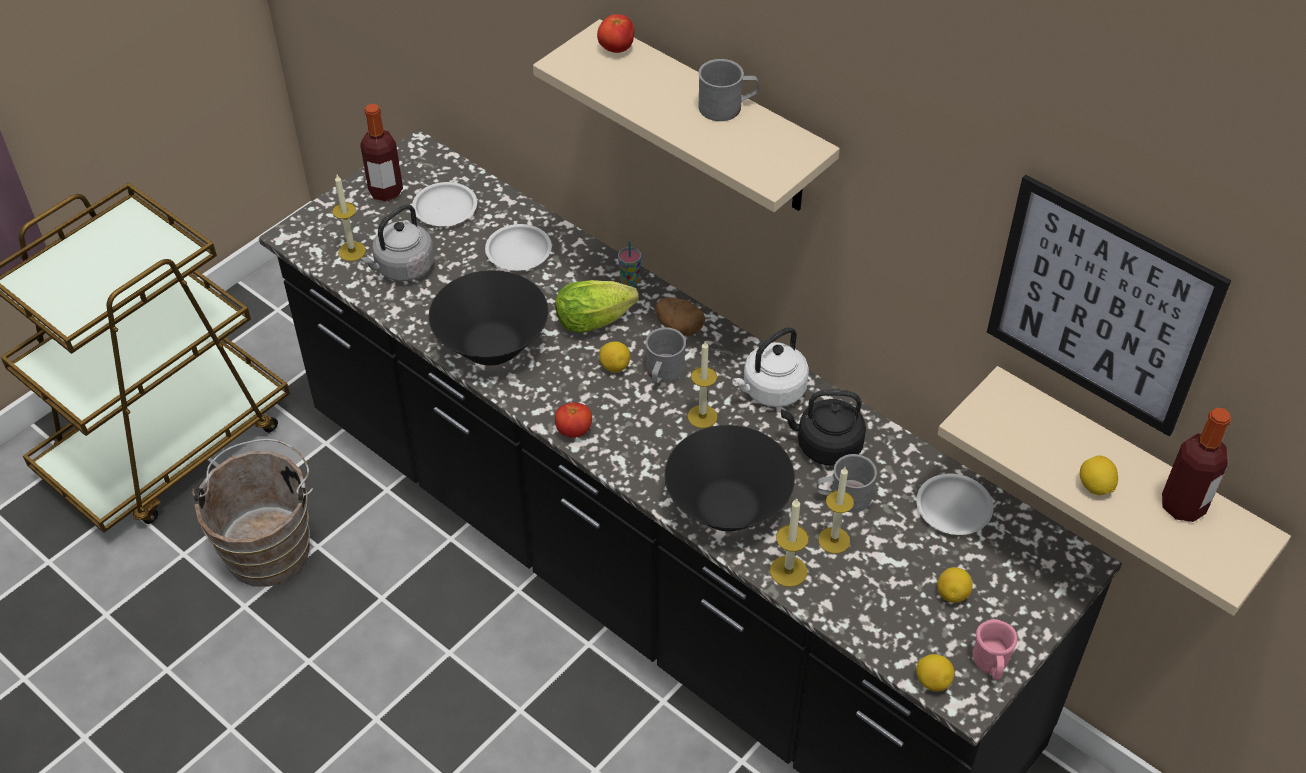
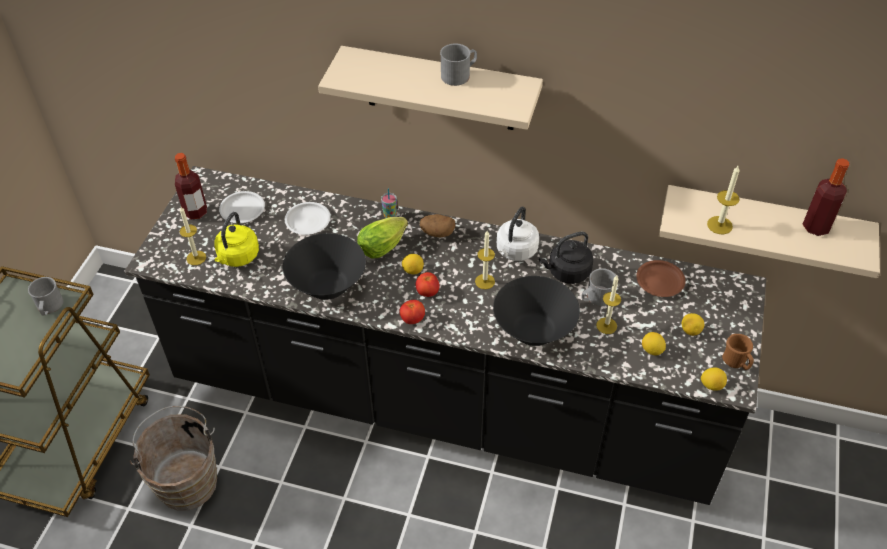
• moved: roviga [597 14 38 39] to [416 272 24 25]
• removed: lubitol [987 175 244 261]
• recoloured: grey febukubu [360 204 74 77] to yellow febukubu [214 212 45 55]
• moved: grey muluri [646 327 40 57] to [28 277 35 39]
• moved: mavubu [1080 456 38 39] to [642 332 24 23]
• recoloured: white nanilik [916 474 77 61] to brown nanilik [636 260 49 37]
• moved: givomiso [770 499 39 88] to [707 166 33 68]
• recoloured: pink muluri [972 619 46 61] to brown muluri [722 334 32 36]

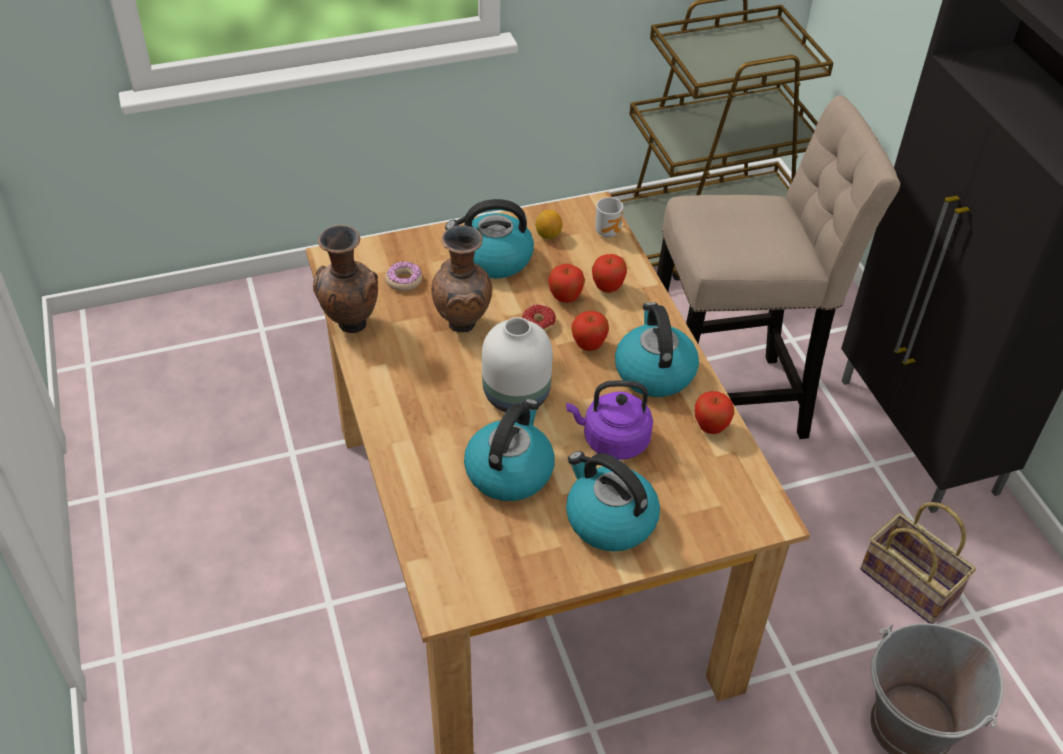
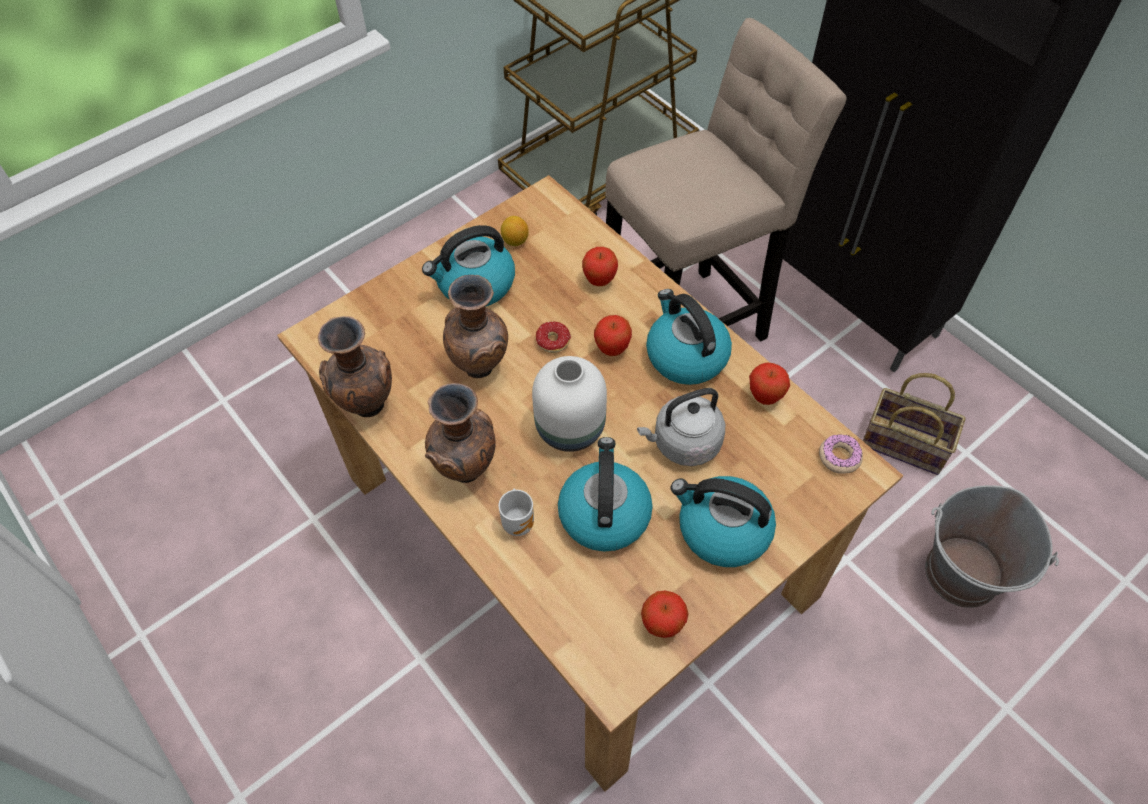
• moved: muluri [595 197 28 41] to [498 489 36 47]
• moved: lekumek [385 261 37 30] to [819 434 44 40]
• moved: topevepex [548 264 37 39] to [641 591 48 47]
• recoloured: purple febukubu [566 380 87 80] to grey febukubu [637 388 88 78]
• added: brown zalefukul [425 383 71 100]

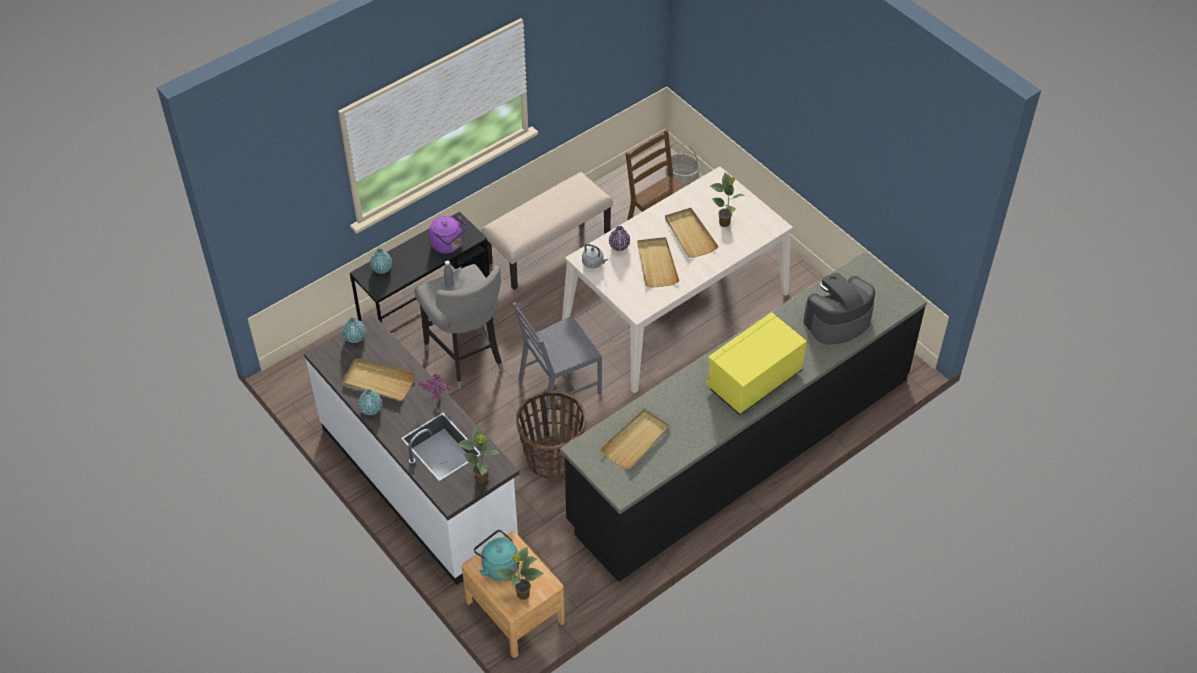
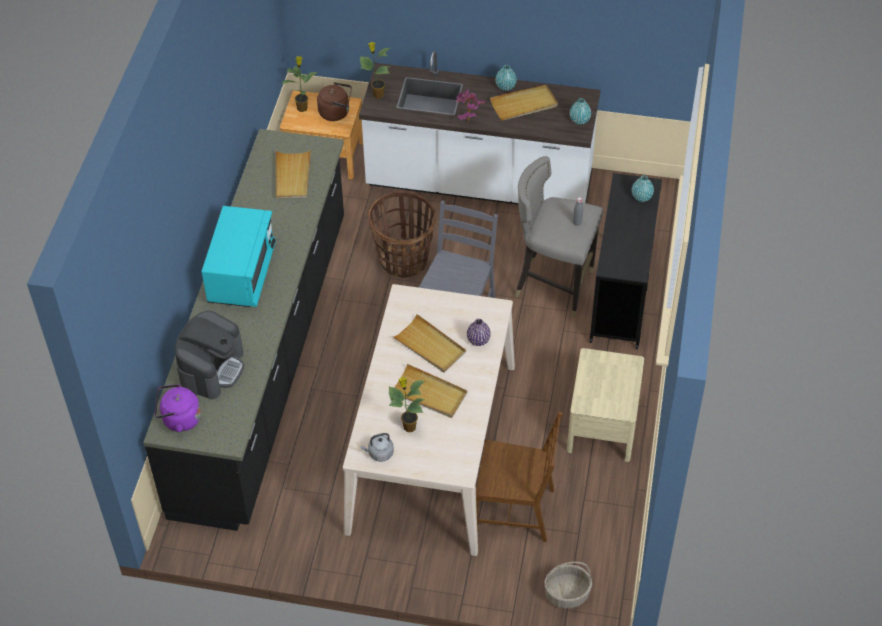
• replaced: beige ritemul [481 172 132 118] to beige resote [567 348 77 114]
• moved: purple febukubu [429 216 39 38] to [155 384 46 48]
• moved: grey febukubu [582 244 26 24] to [360 433 34 29]
• recoloured: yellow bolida [706 312 101 103] to turquoise bolida [201 206 75 101]
• recoloured: turquoise febukubu [474 530 44 50] to brown febukubu [317 82 35 39]

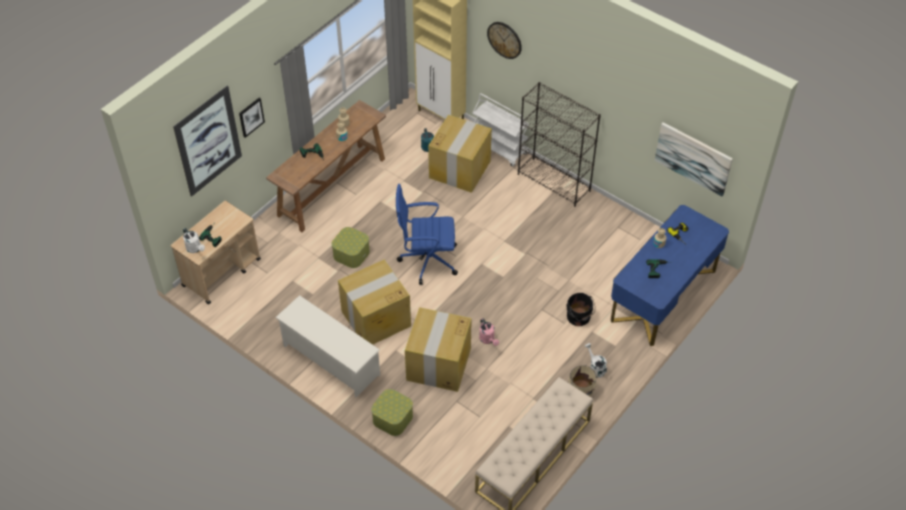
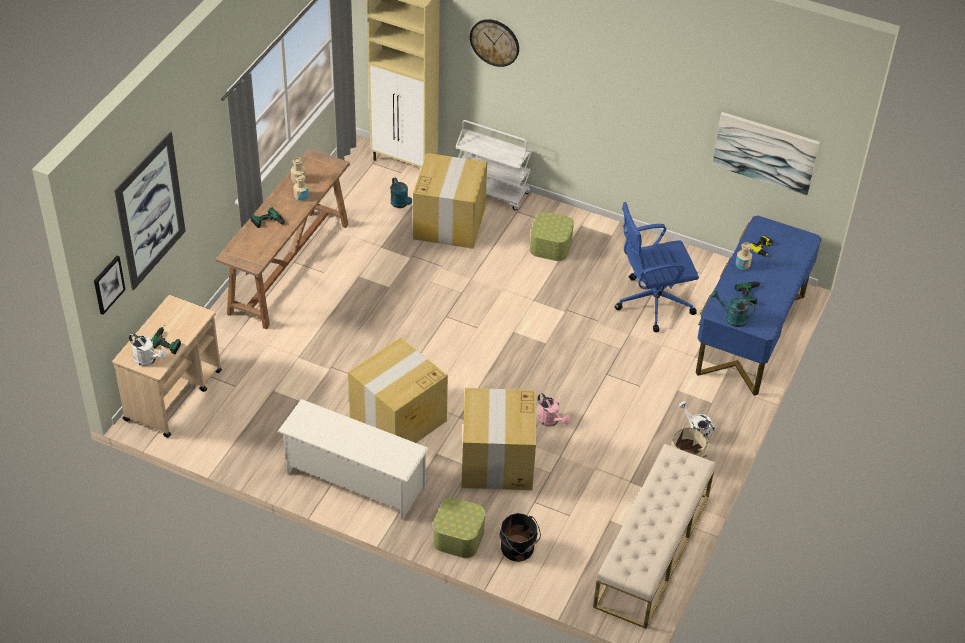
• removed: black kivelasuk [518 82 83 125]
• moved: lubitol [239 98 26 40] to [94 256 32 59]
• moved: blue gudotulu [396 184 62 101] to [615 202 84 130]
• moved: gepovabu [332 227 38 41] to [530 212 44 49]
• moved: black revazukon [566 293 29 33] to [499 513 42 49]
• added: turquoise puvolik [711 290 44 37]

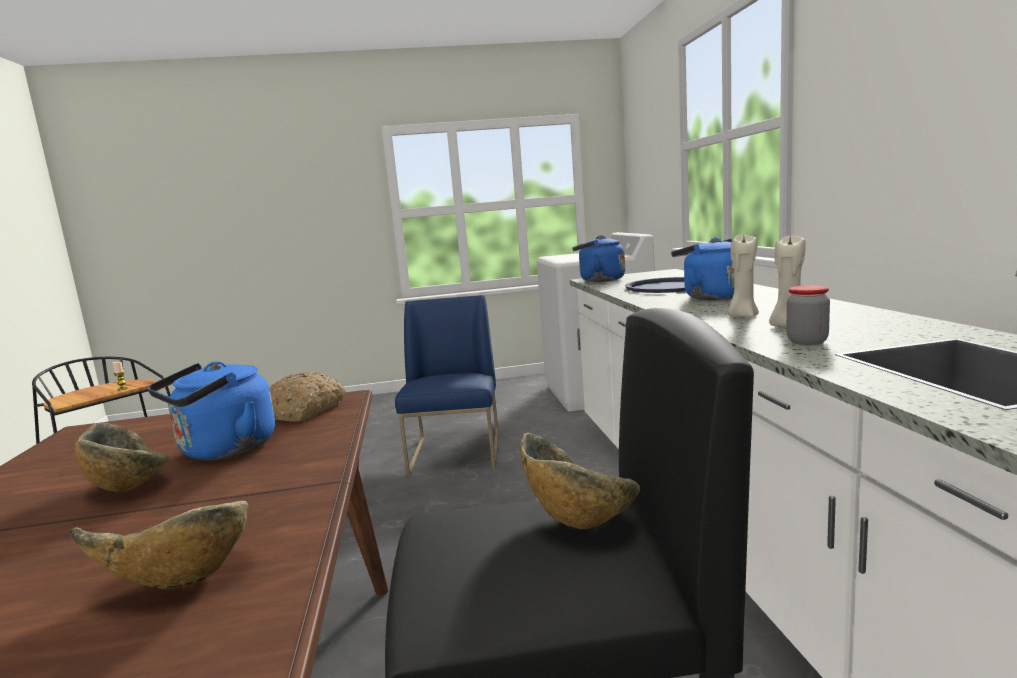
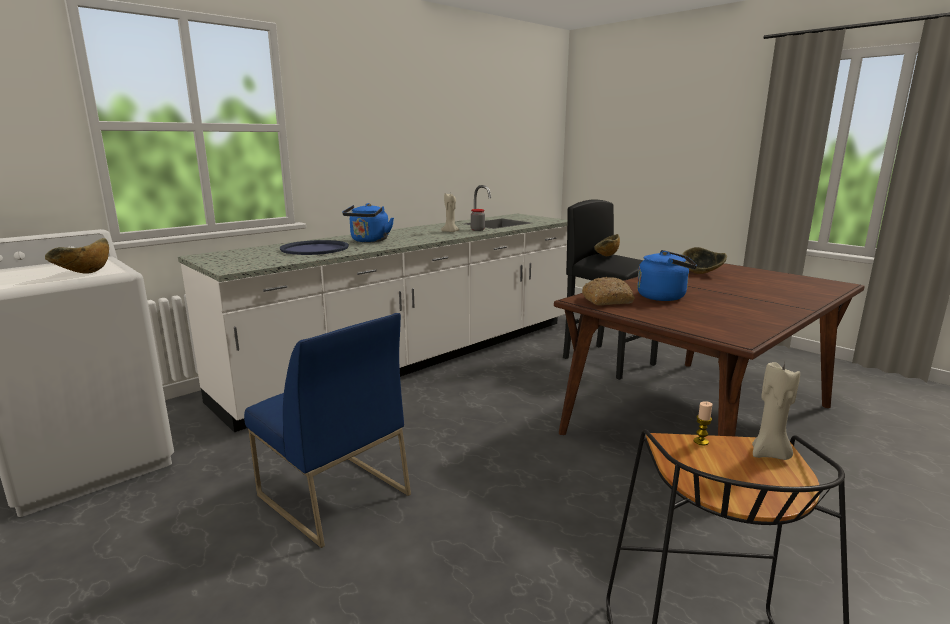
• removed: blue febukubu [572 235 53 47]
• moved: beige givomiso [728 235 31 82] to [752 362 48 98]
• turned: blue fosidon [395 295 104 181] = [244 313 167 235] 105 degrees counterclockwise
• moved: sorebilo [75 423 94 69] to [45 238 64 36]

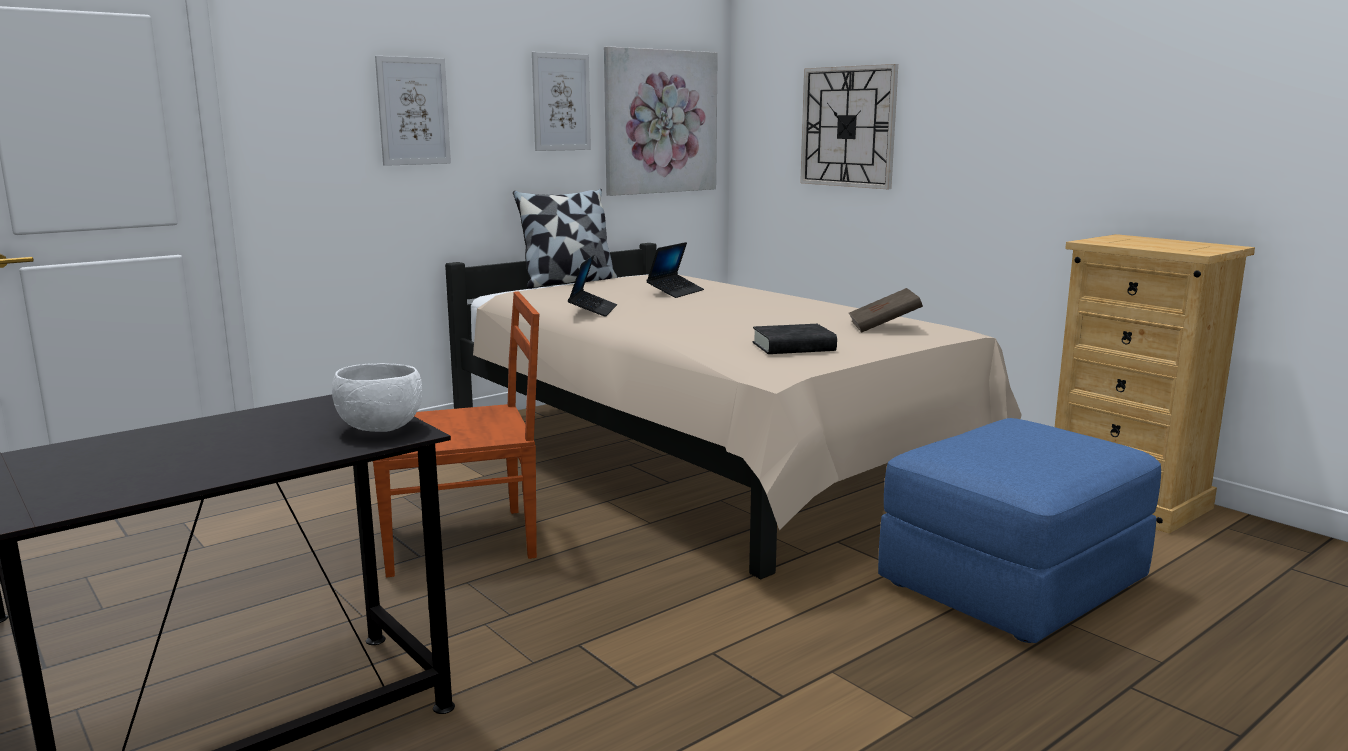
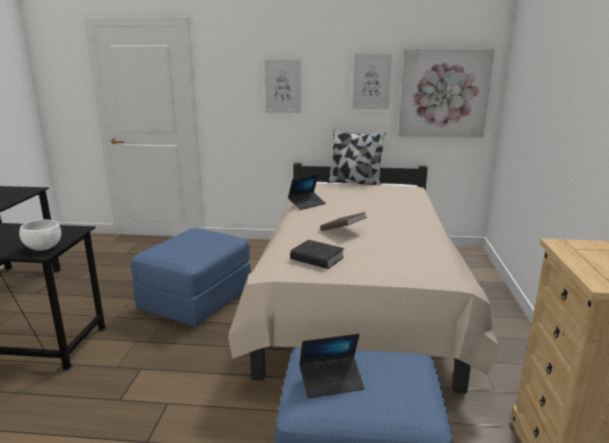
• removed: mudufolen [800 64 98 125]
• moved: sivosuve [646 242 58 56] to [299 334 66 64]
• moved: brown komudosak [849 288 74 44] to [320 212 47 19]
• replaced: brown fosidon [372 292 167 286] to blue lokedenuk [131 228 120 98]

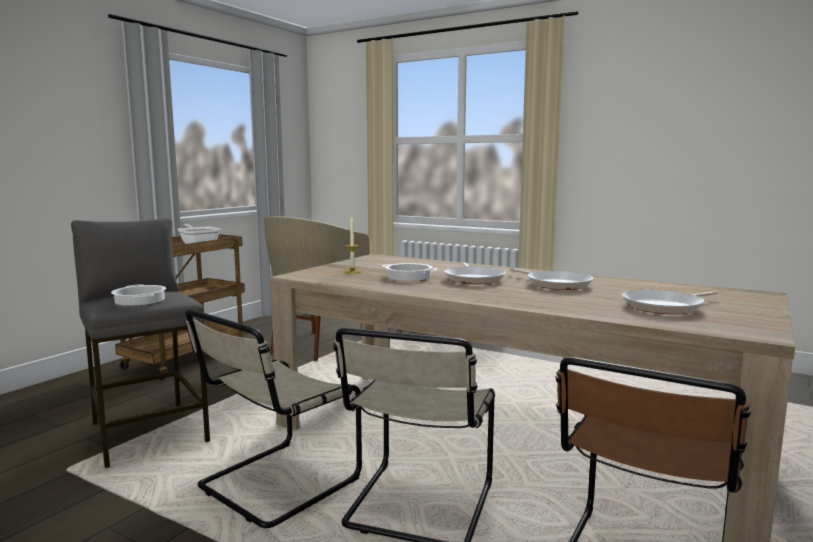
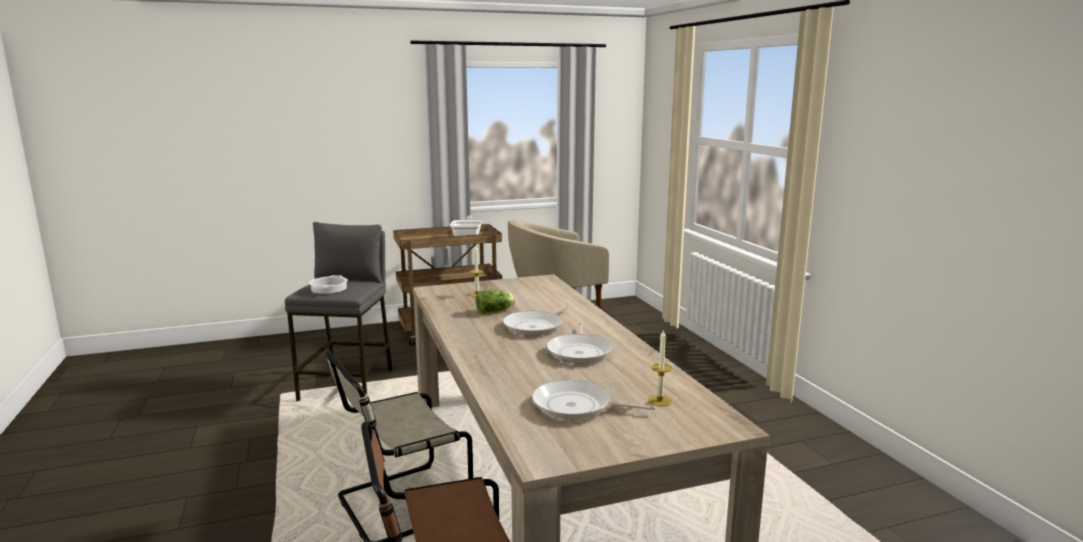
• replaced: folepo [382 263 56 18] to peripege [476 290 40 23]
• removed: beige fosidon [185 309 177 219]
• added: givomiso [648 329 24 77]

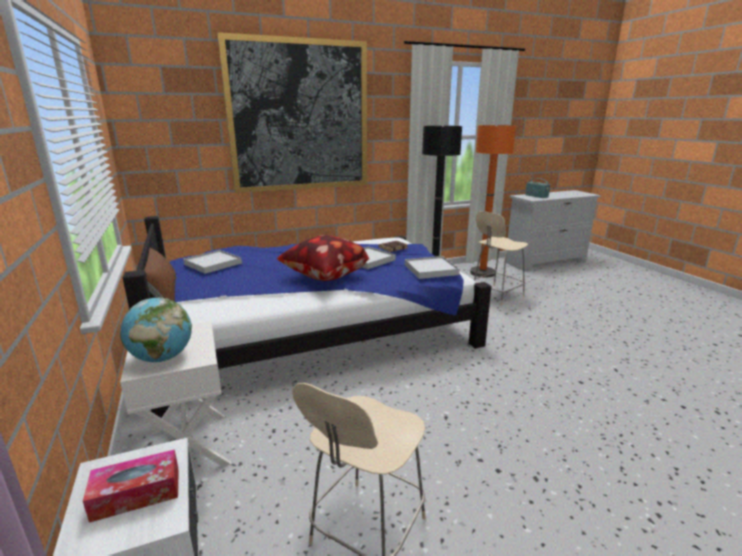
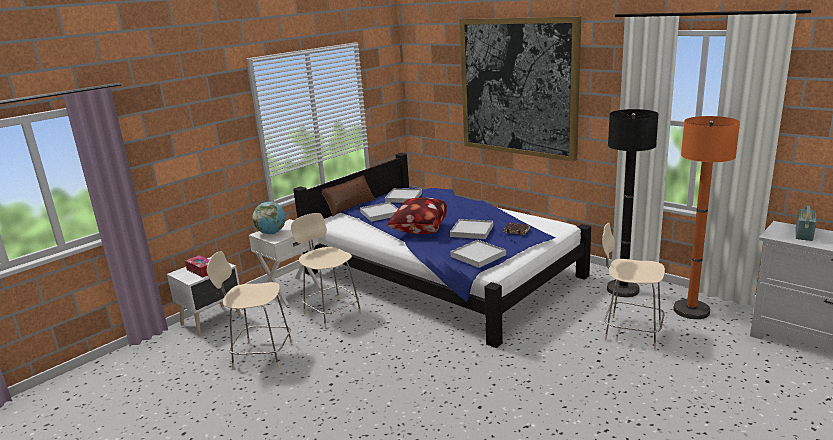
• added: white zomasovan [360 202 38 20]
• added: beige fosidon [291 213 71 116]

